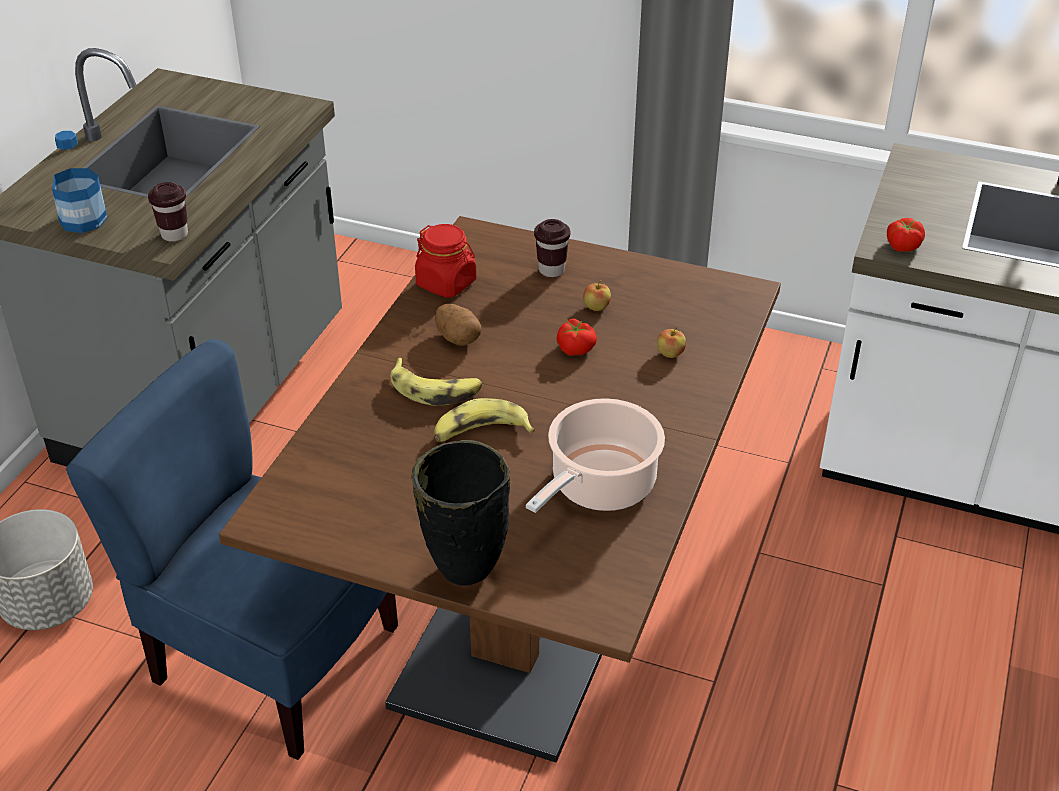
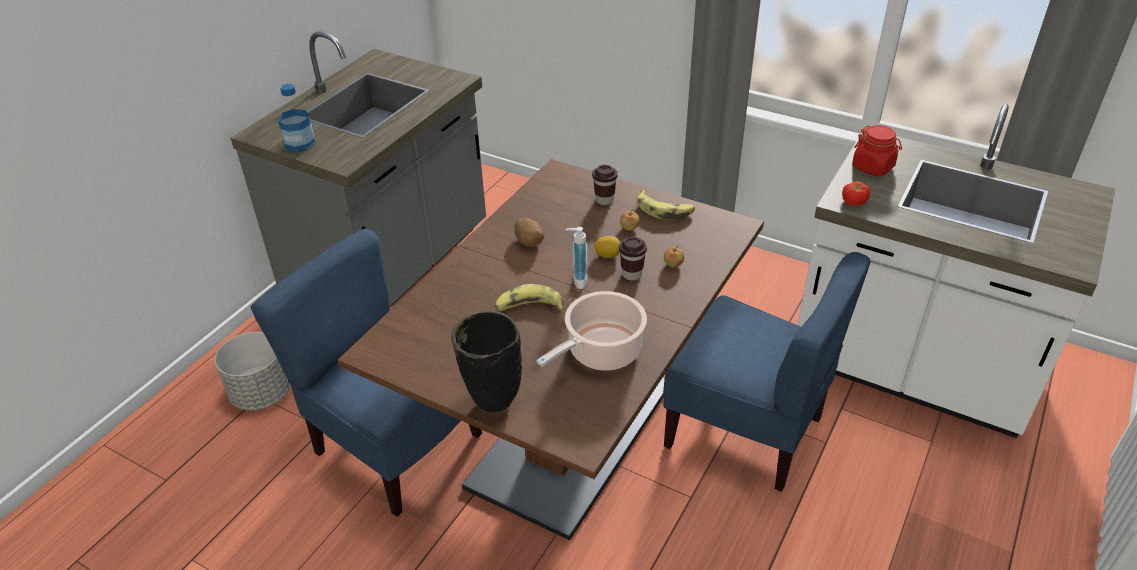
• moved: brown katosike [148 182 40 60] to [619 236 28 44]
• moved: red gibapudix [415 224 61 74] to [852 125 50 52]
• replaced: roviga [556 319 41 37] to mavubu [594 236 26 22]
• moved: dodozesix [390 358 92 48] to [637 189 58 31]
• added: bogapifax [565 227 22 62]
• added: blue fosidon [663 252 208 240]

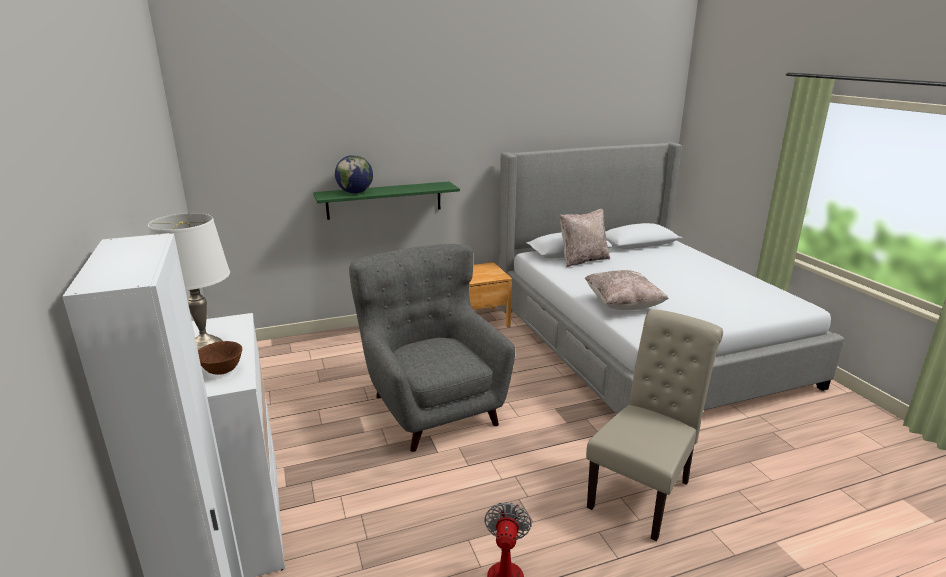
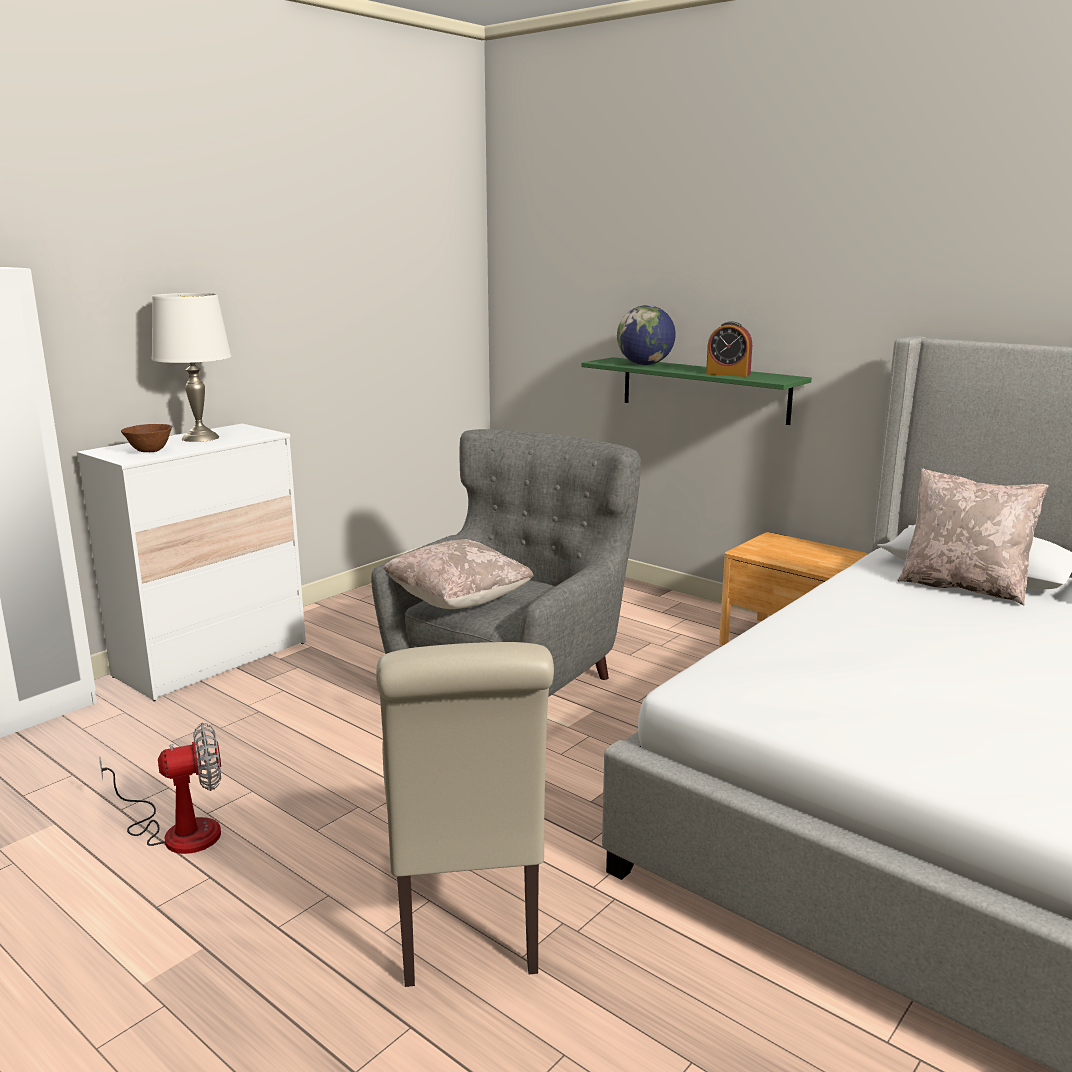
• moved: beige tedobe [585 270 84 40] to [383 539 151 70]
• turned: beige fosidon [586 309 137 232] = [376 642 178 345] 75 degrees clockwise
• added: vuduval [706 321 46 56]

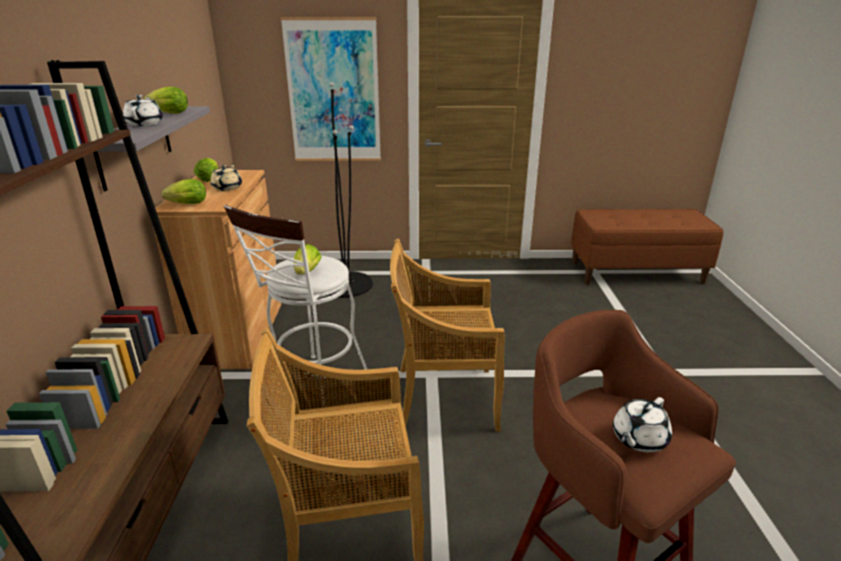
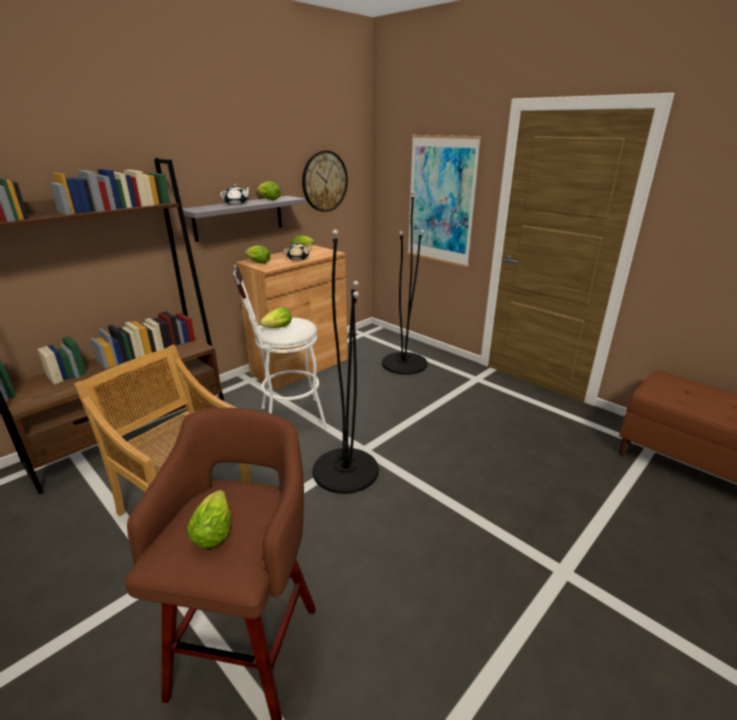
• replaced: beige fosidon [390 239 115 193] to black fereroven [313 229 66 265]
• replaced: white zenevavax [613 397 59 55] to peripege [187 490 44 58]
• added: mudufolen [302 150 46 62]

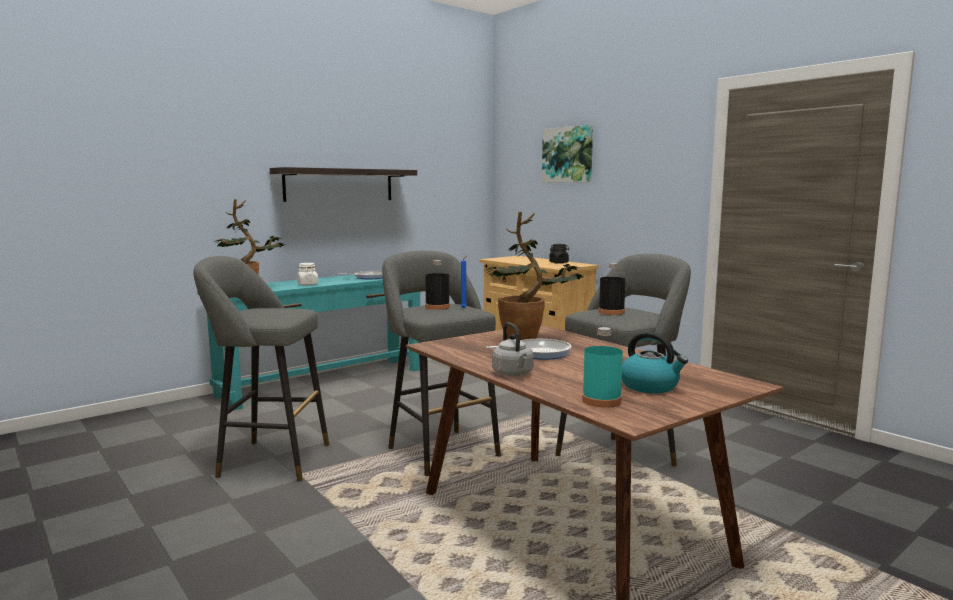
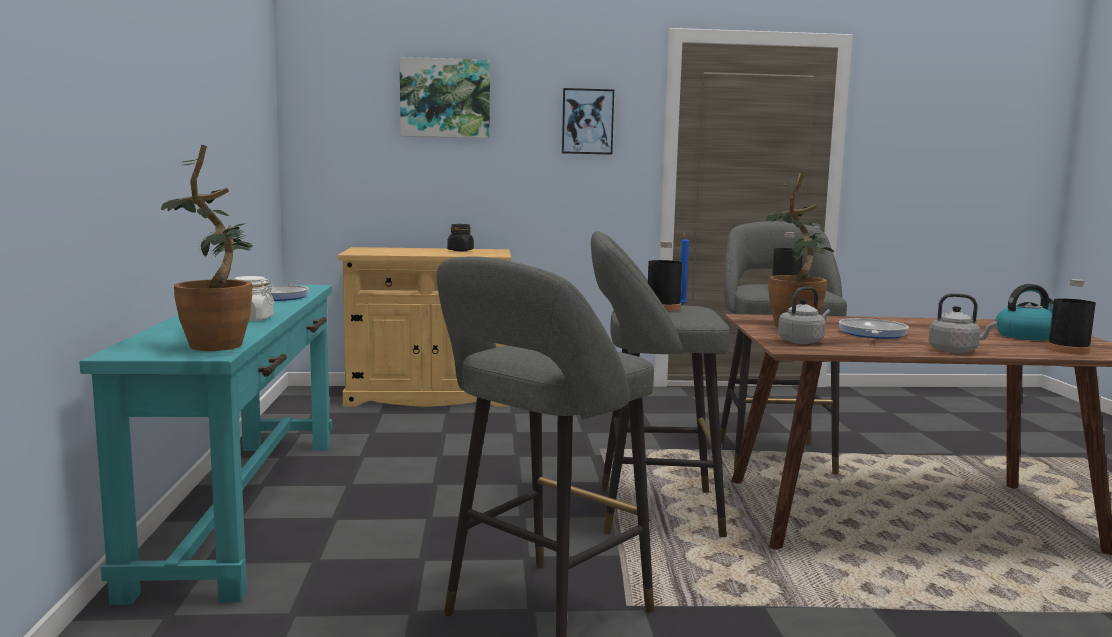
• removed: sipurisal [270 167 147 35]
• recoloured: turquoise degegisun [582 327 41 81] to black degegisun [1047 279 49 75]
• added: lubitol [562 88 52 67]
• added: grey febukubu [778 287 53 57]

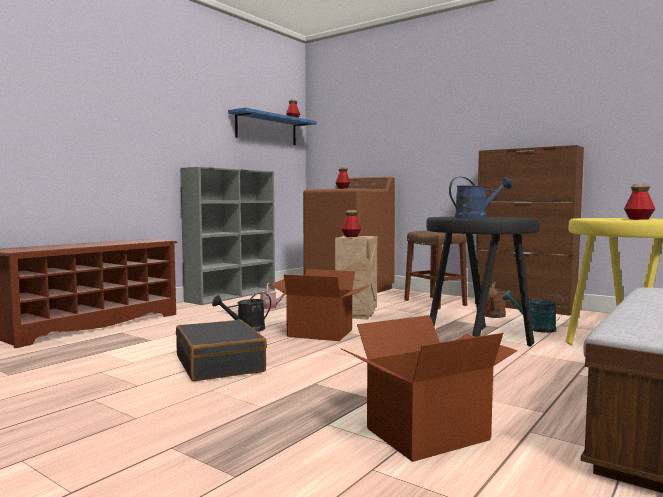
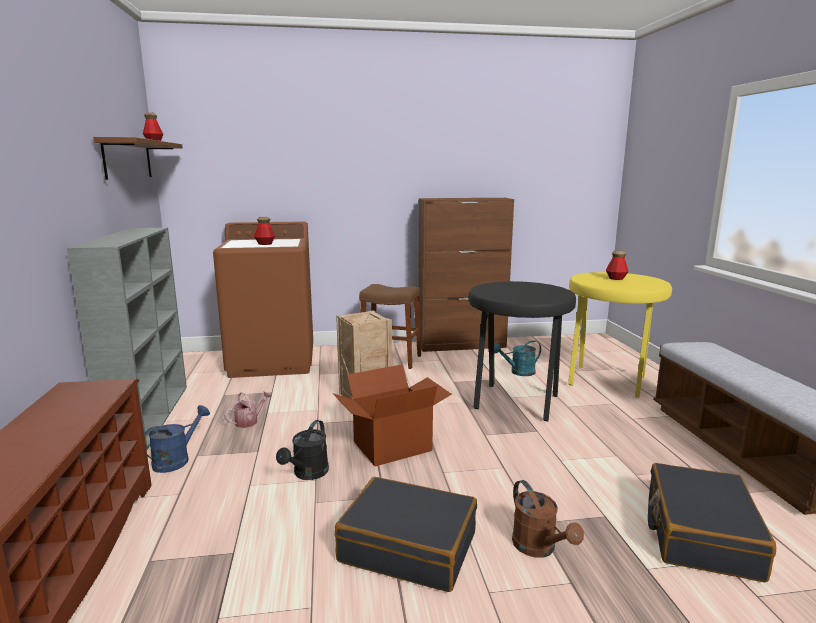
• recoloured: blue sipurisal [228 107 89 38] to brown sipurisal [93 137 90 43]
• moved: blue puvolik [449 177 63 42] to [144 405 66 68]
• removed: degegisun [341 210 20 27]
• moved: brown puvolik [484 282 22 36] to [512 480 72 78]
• replaced: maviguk [341 315 176 147] to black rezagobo [648 463 128 119]

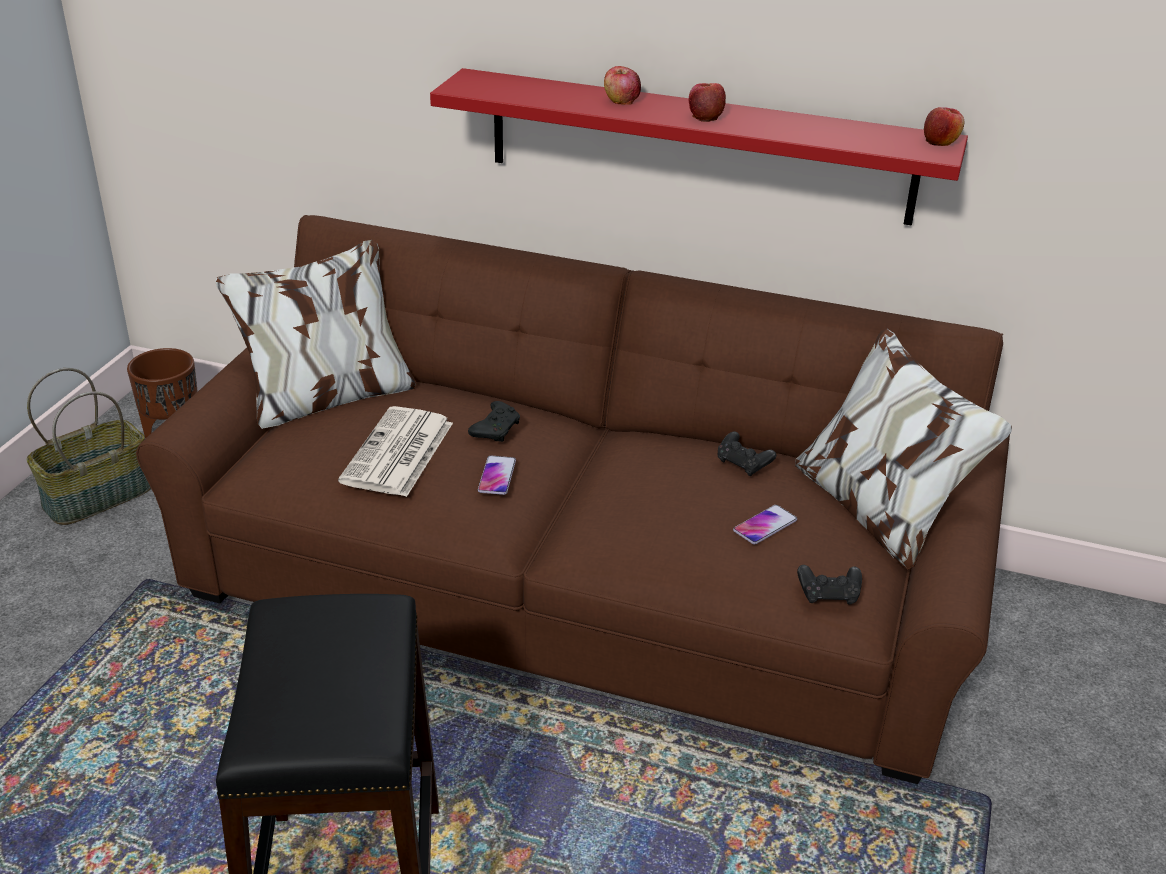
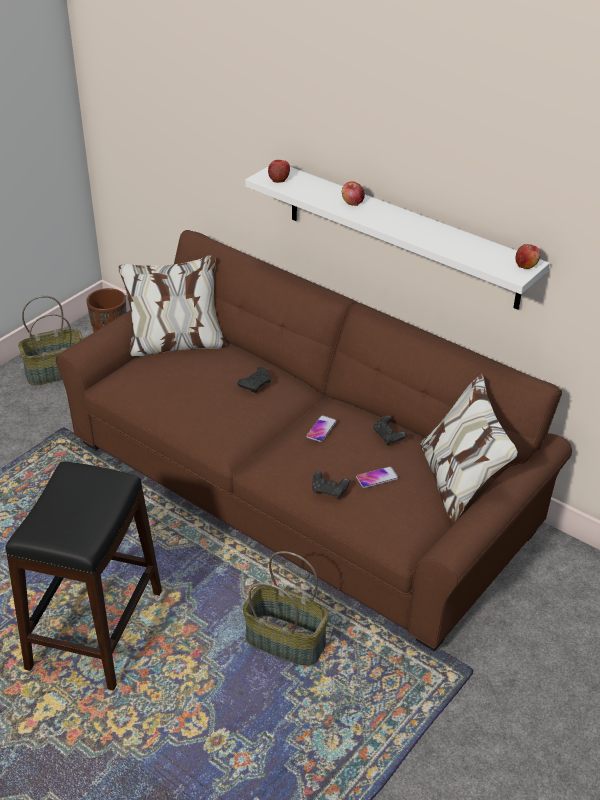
• recoloured: red sipurisal [430 68 538 158] to white sipurisal [245 166 305 144]
• moved: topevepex [688 83 38 39] to [268 160 22 23]
• removed: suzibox [338 406 115 91]
• moved: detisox [478 456 38 39] to [306 415 31 27]
• moved: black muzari [797 565 65 40] to [312 471 38 28]
• added: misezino [242 551 87 115]

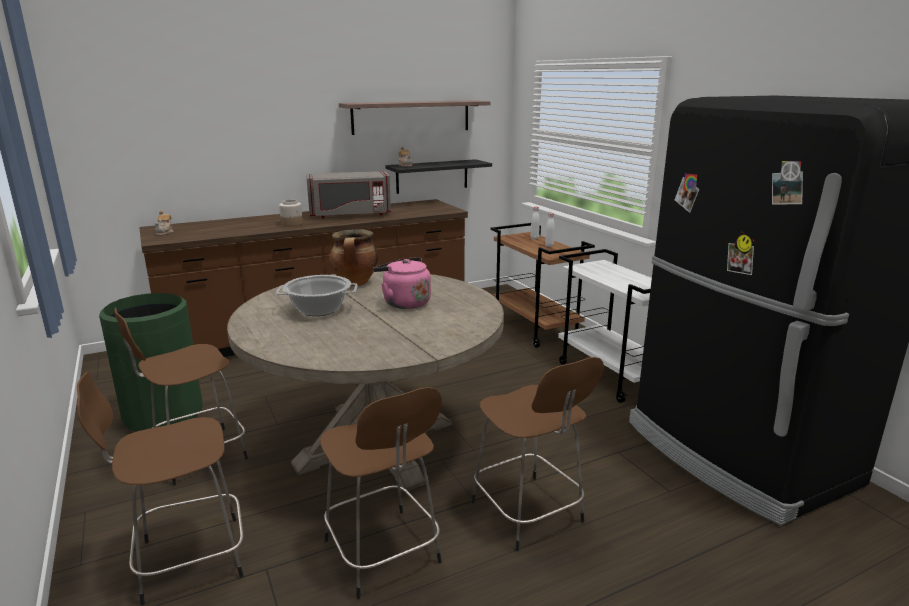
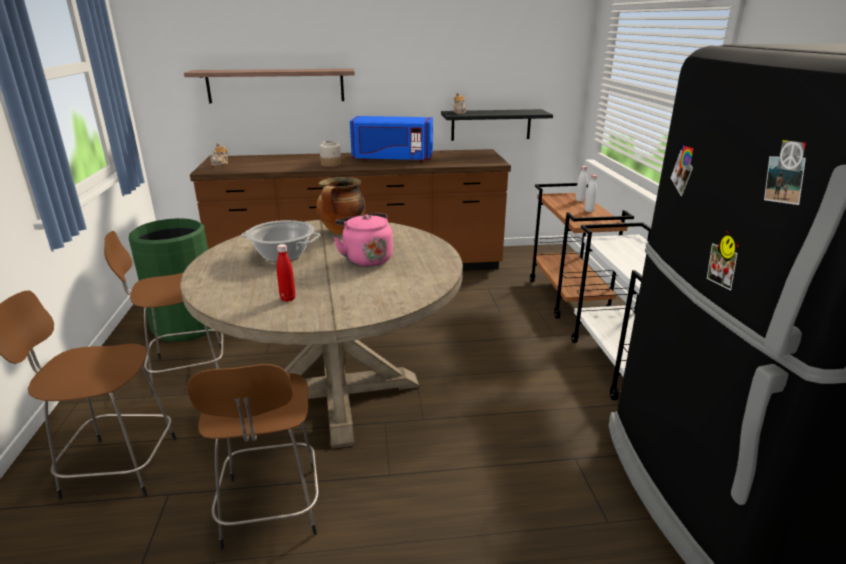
• moved: sipurisal [339 100 152 35] to [184 69 171 34]
• recoloured: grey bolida [306 171 85 47] to blue bolida [350 116 83 46]
• removed: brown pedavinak [471 357 133 194]
• added: red degegisun [277 244 18 58]

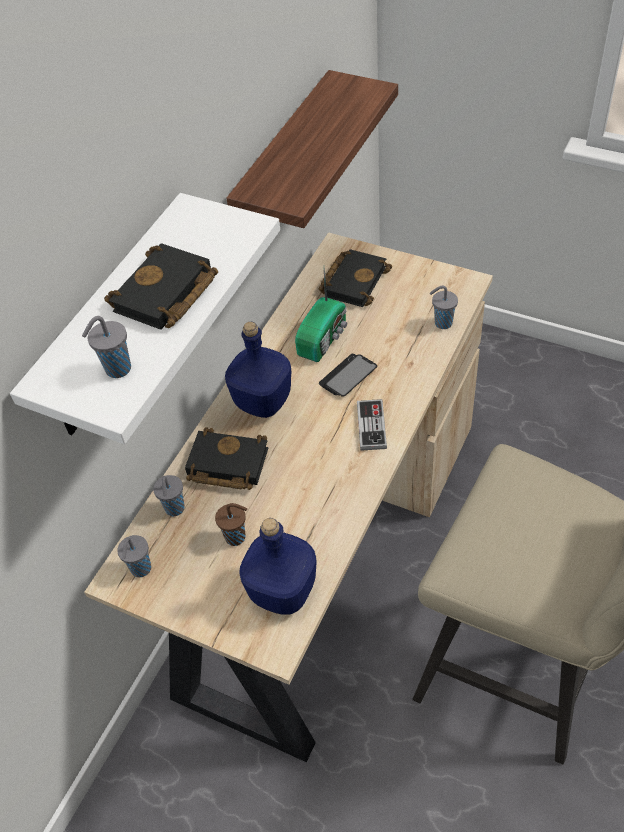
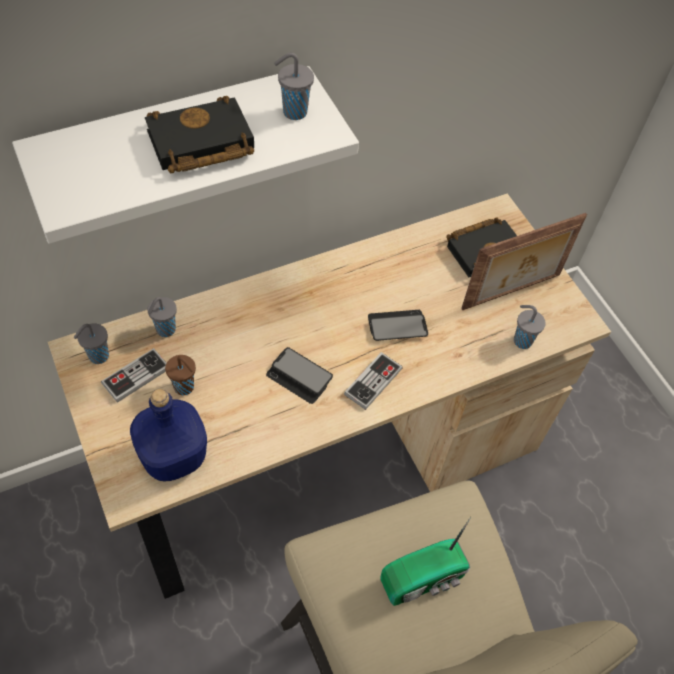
• removed: sipurisal [226 70 172 158]
• moved: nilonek [295 268 52 94] to [380 517 91 89]
• moved: grey katosike [82 316 49 62] to [274 53 40 67]
• removed: blue degegisun [225 322 66 96]
• removed: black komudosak [185 427 84 63]
• added: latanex [461 213 126 97]
• added: detisox [266 347 67 57]
• added: muzari [101 348 65 55]

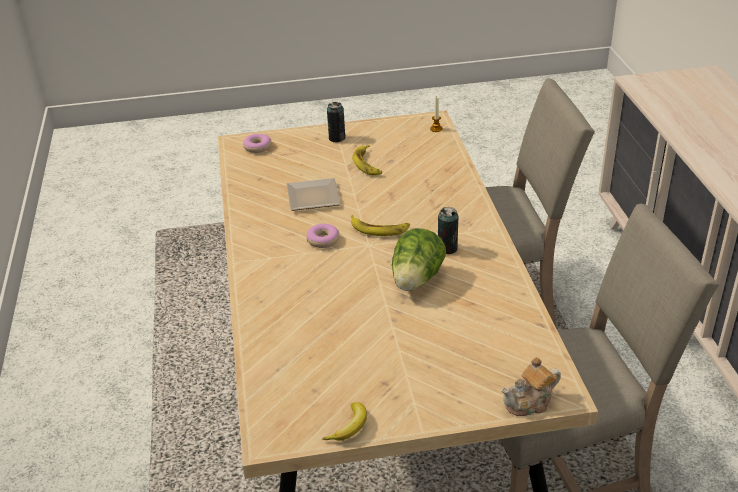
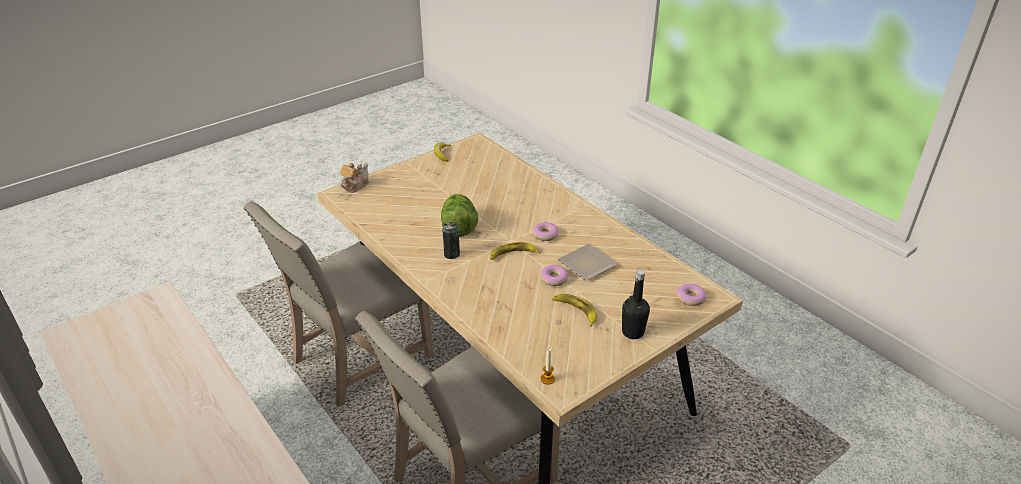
• replaced: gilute [327 102 18 40] to black degegisun [622 269 28 70]
• added: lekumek [540 265 29 21]

